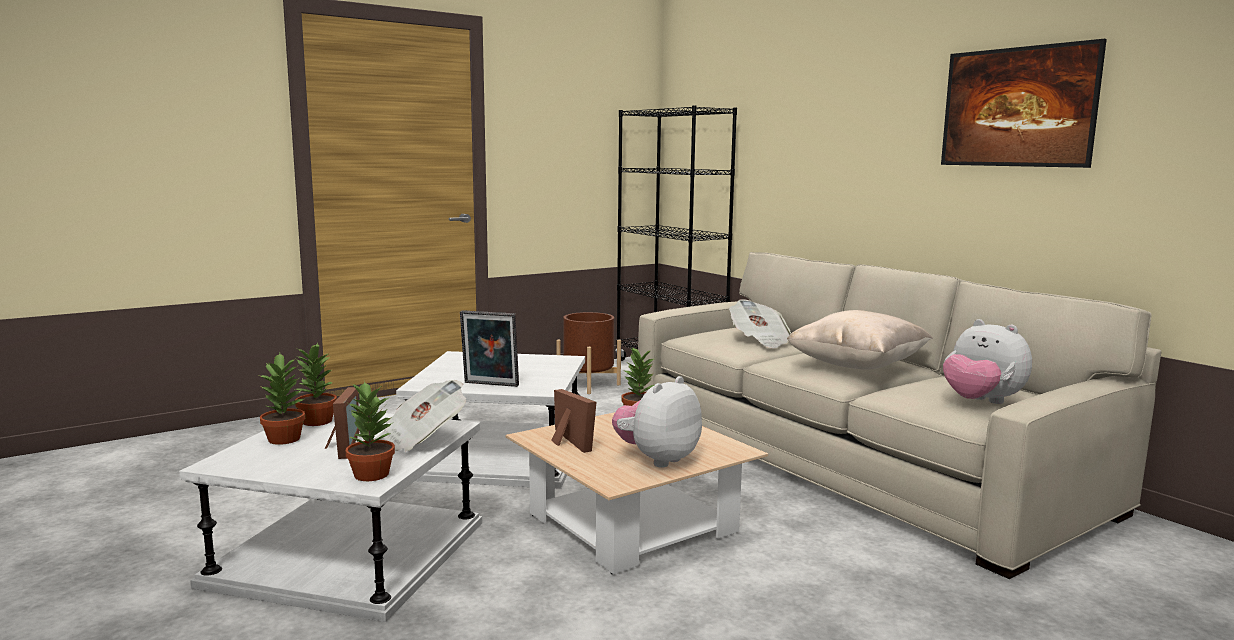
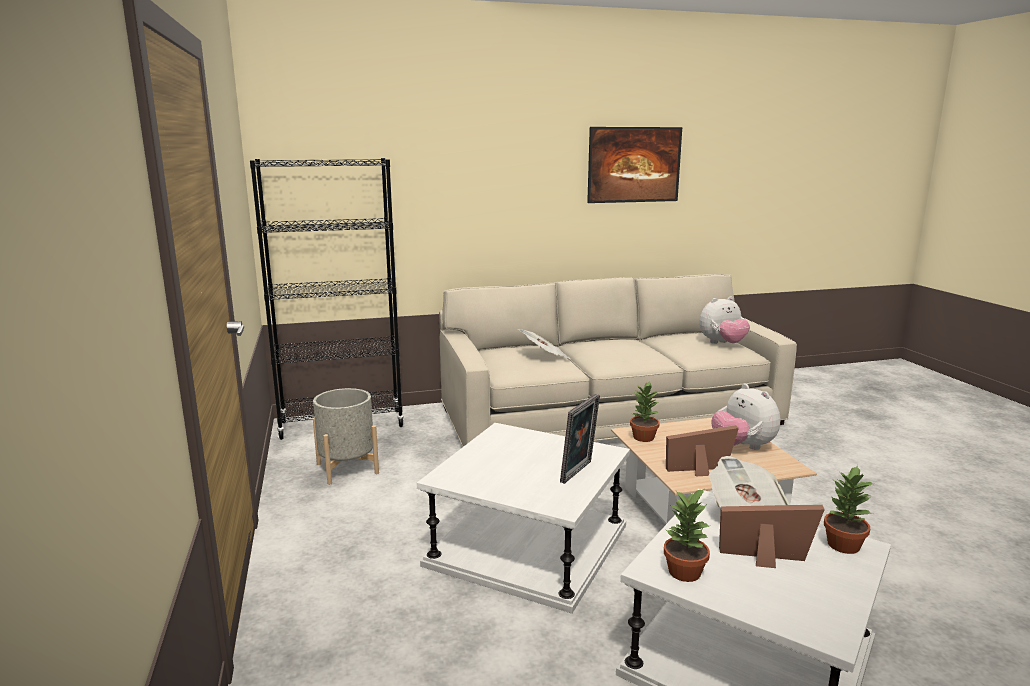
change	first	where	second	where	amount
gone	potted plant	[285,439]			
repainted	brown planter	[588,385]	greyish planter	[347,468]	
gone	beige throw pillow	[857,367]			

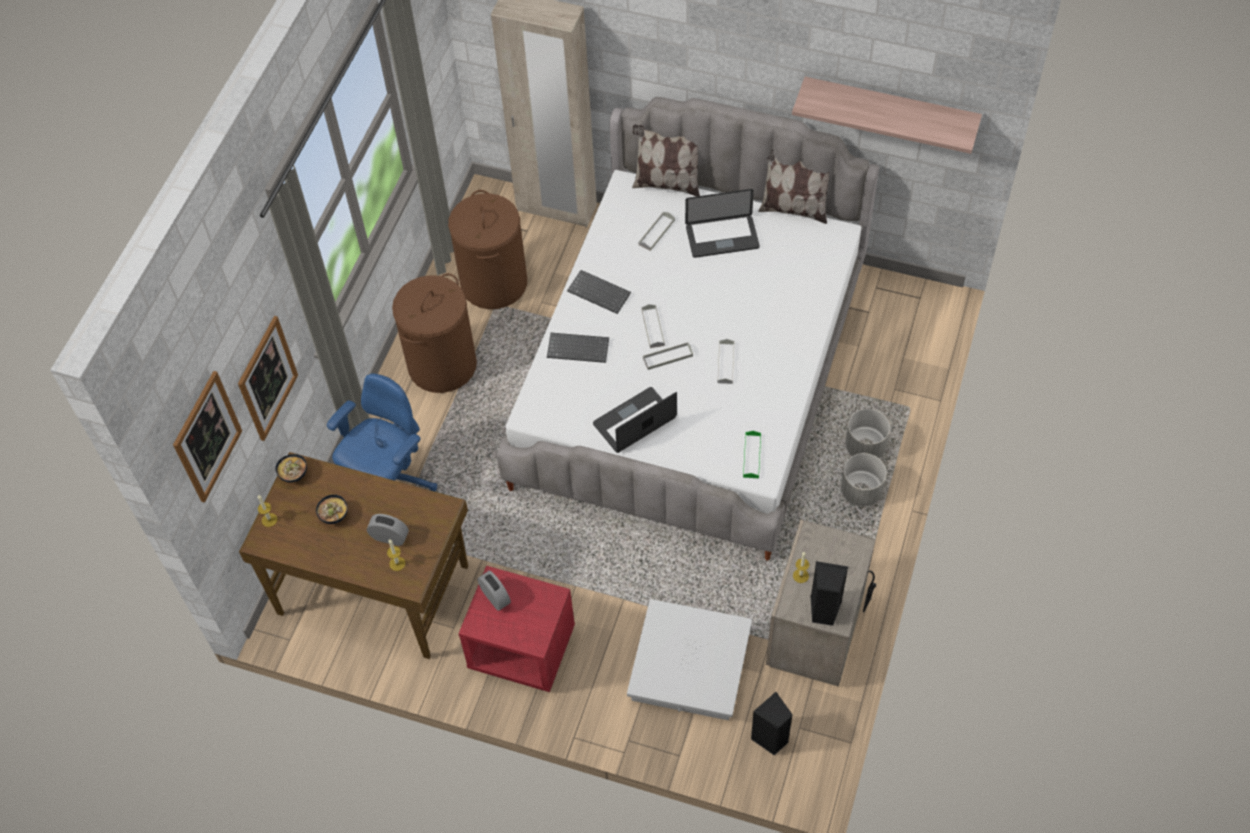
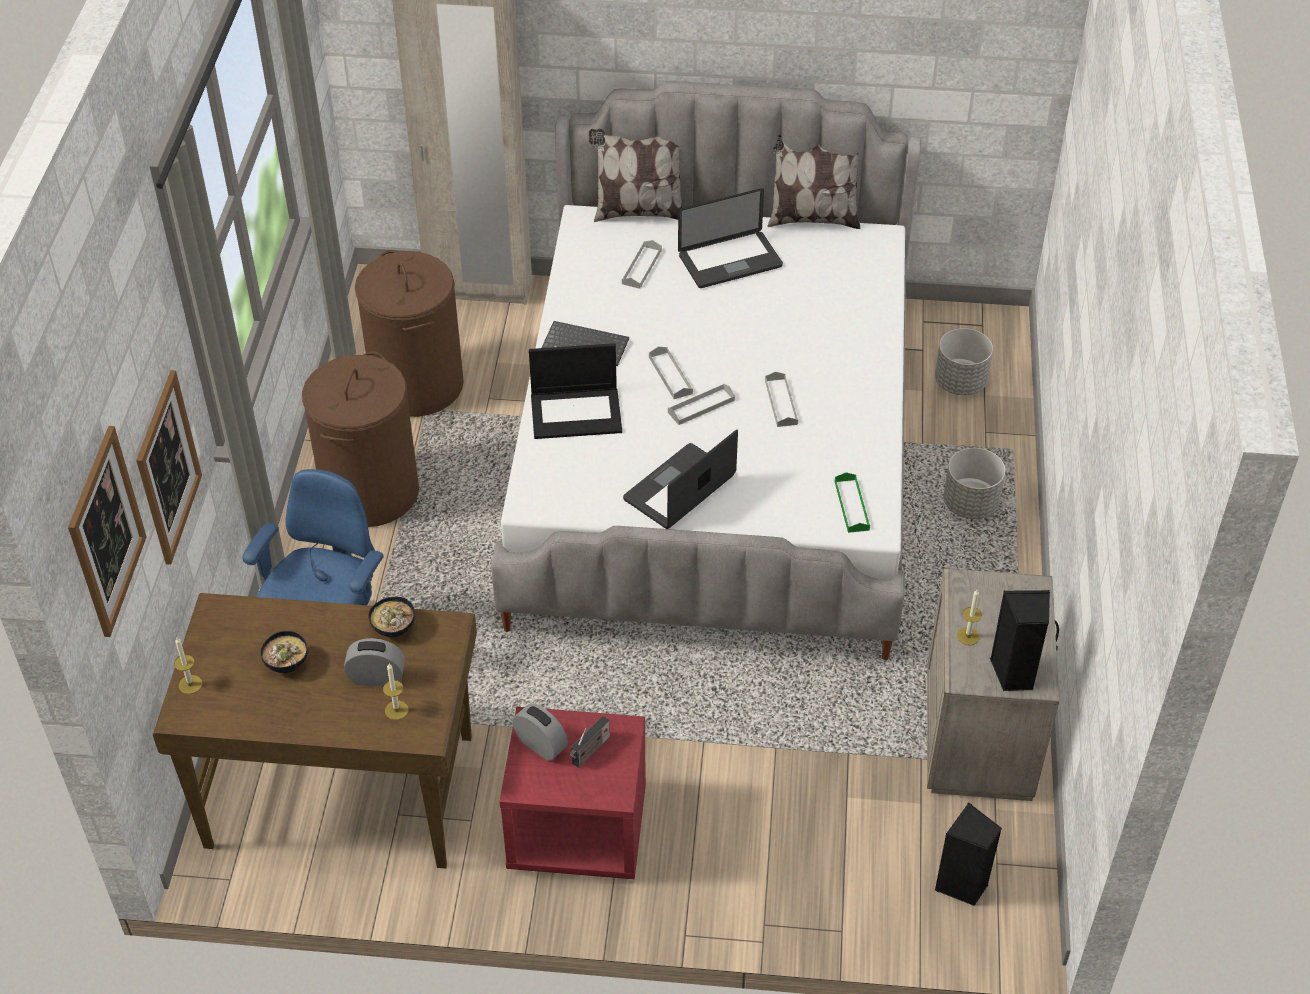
change	first	where	second	where	amount
shifted	serving bowl	[294,475]		[394,628]	
swapped	computer keyboard	[579,348]	laptop	[577,412]	
gone	white storage container	[689,665]			
gone	wall shelf	[890,109]			
shifted	greyish planter	[861,491]		[960,383]	
new			radio	[590,752]	

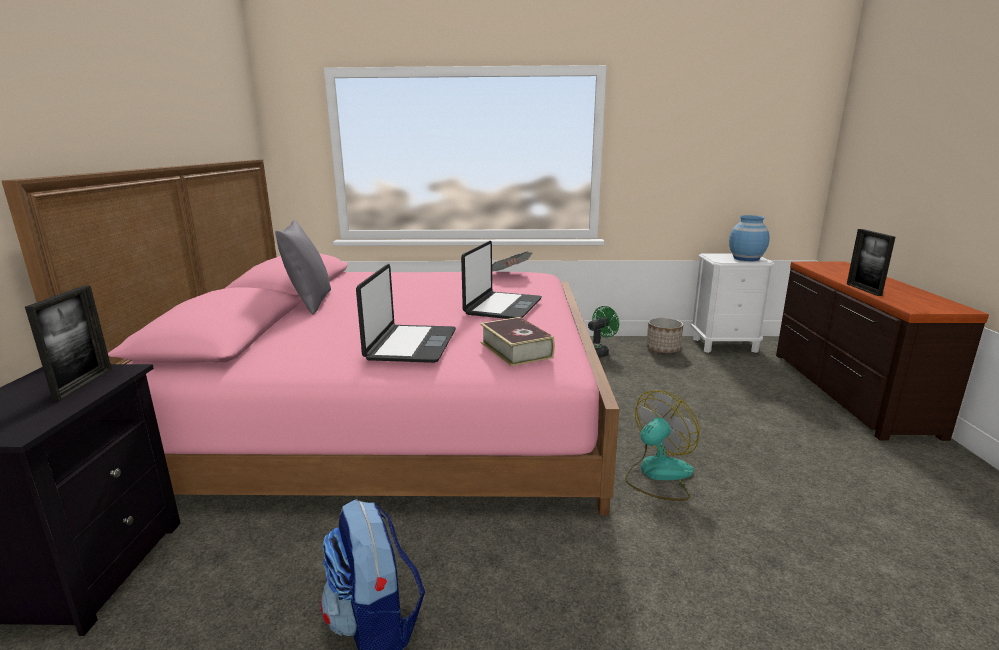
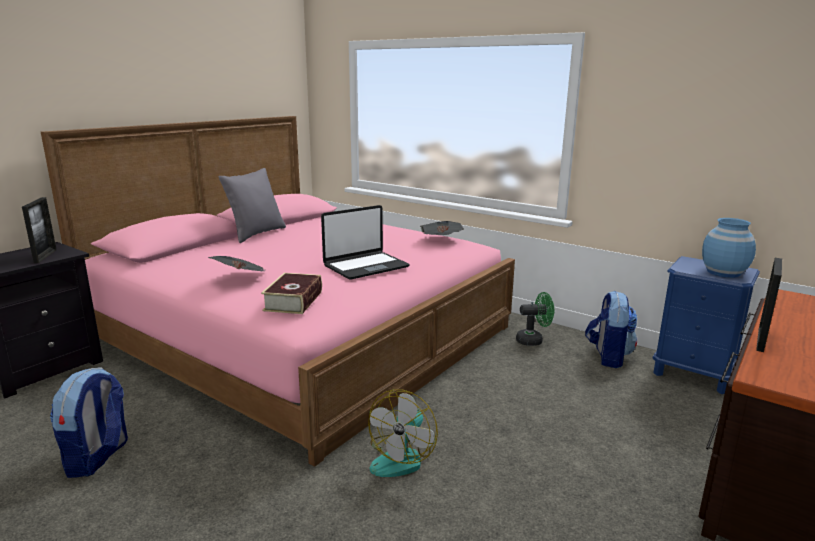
change	first	where	second	where	amount
rotated	standing frame	[84,384]		[45,256]	45 degrees counterclockwise
swapped	laptop	[410,345]	newspaper	[241,278]	
rotated	electric fan	[658,475]		[402,457]	120 degrees clockwise
swapped	planter	[662,349]	rucksack	[608,357]	
repainted	white night table	[724,345]	bluish night table	[693,374]	

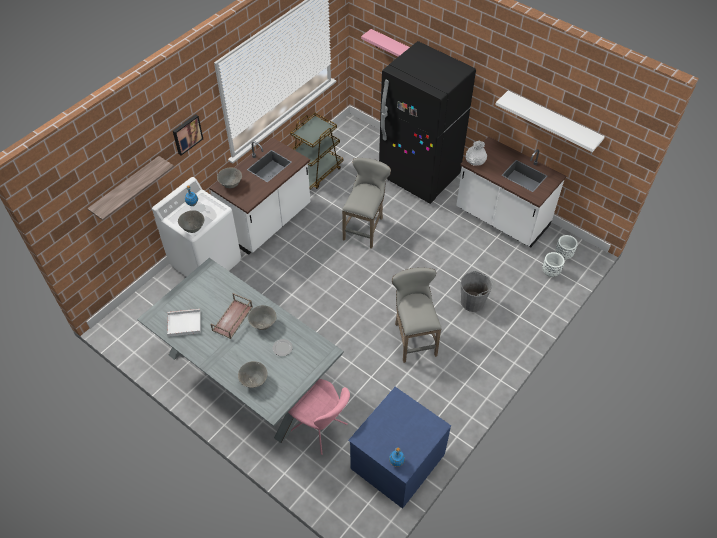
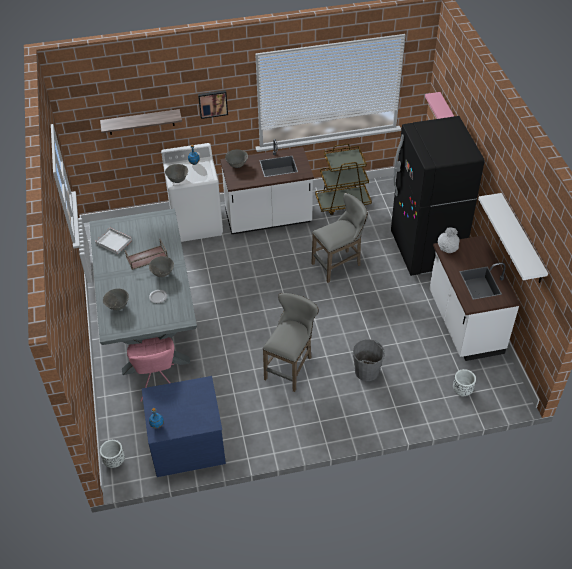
change	first	where	second	where	amount
shifted	white planter	[563,254]		[114,461]	

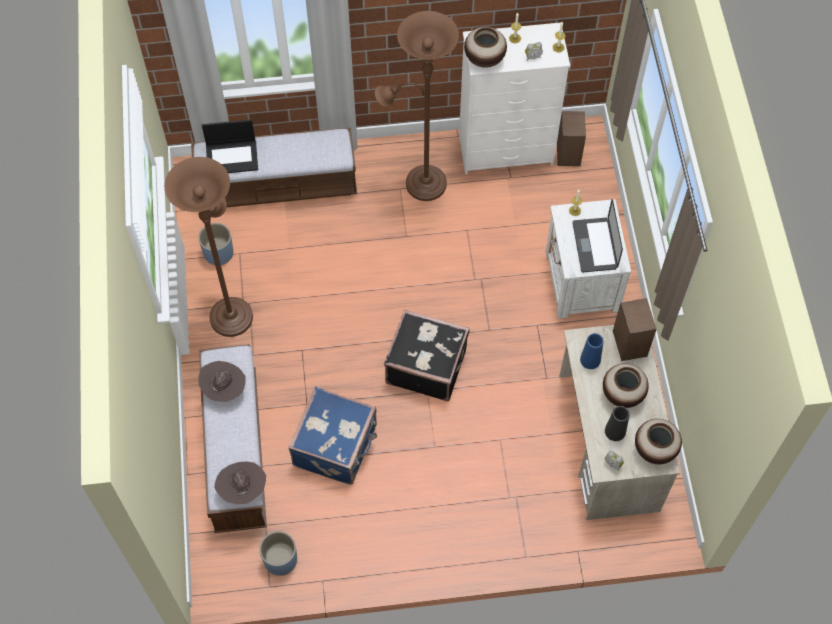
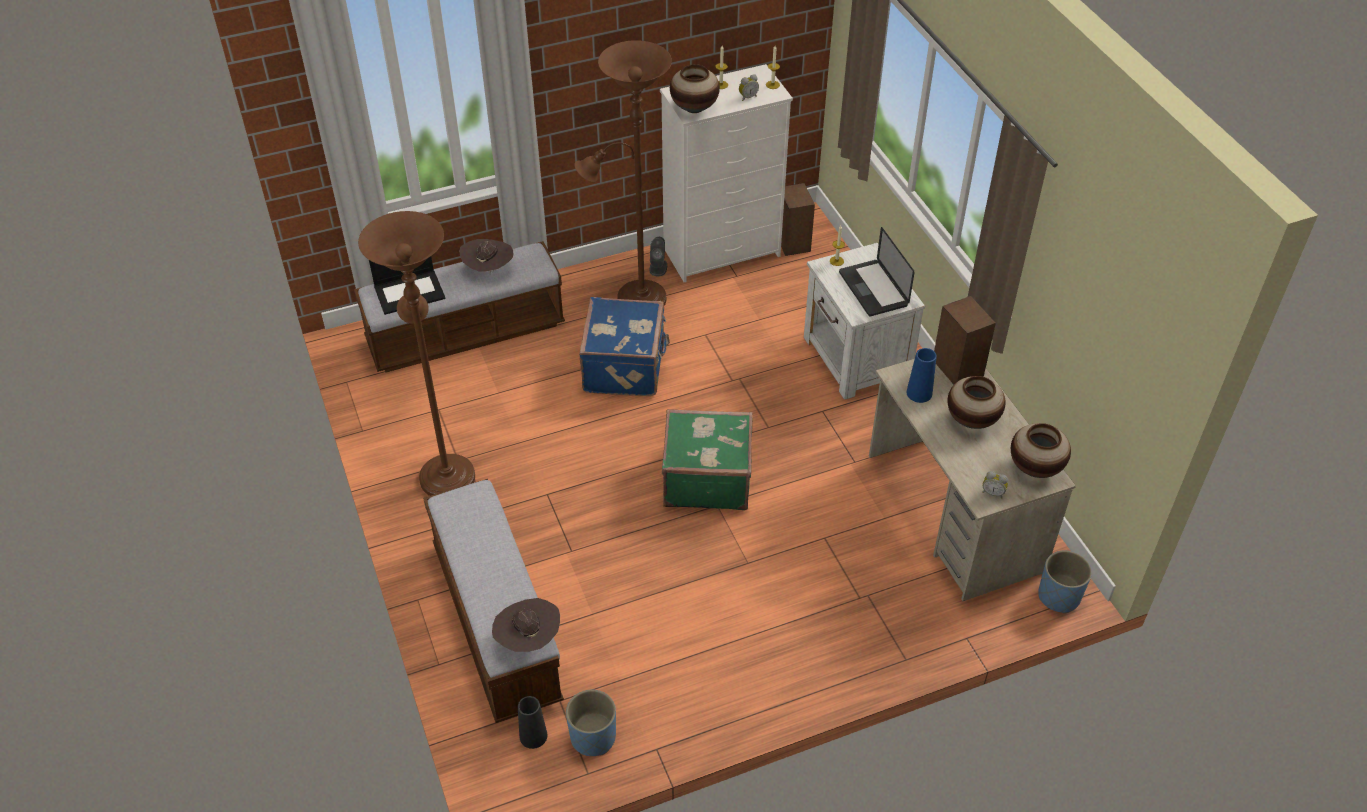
change	first	where	second	where	amount
shifted	bluish planter	[218,253]		[1058,596]	
shifted	brown wearable hat	[224,388]		[489,269]	
shifted	bluish piece of luggage	[336,446]		[626,367]	
repainted	black-coloured piece of luggage	[426,365]	green-coloured piece of luggage	[706,478]	
shifted	black-coloured decorative vase	[615,431]		[533,736]	
new			greyish speaker	[658,267]	

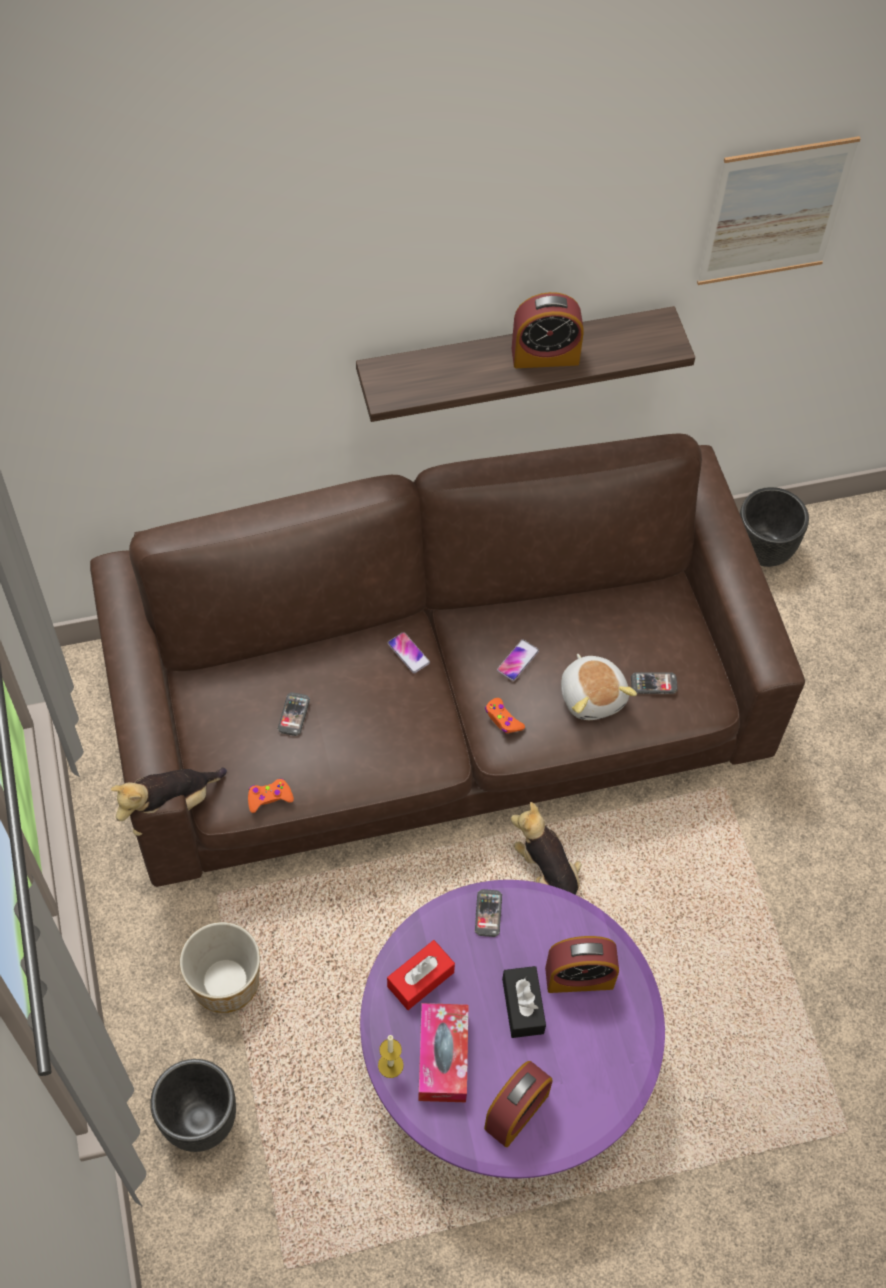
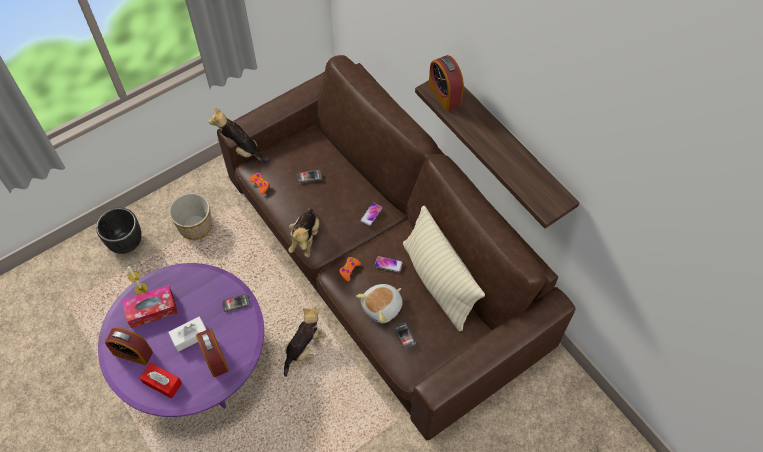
change	first	where	second	where	amount
shifted	red-coloured box of tissues	[420,979]		[162,383]	
repainted	black-coloured box of tissues	[523,1006]	white box of tissues	[190,337]	
shifted	alarm clock	[545,355]		[444,94]	
gone	picture	[775,212]			
gone	black-coloured planter	[763,549]			
new			soft toy	[305,238]	
new			beige throw pillow	[438,282]	

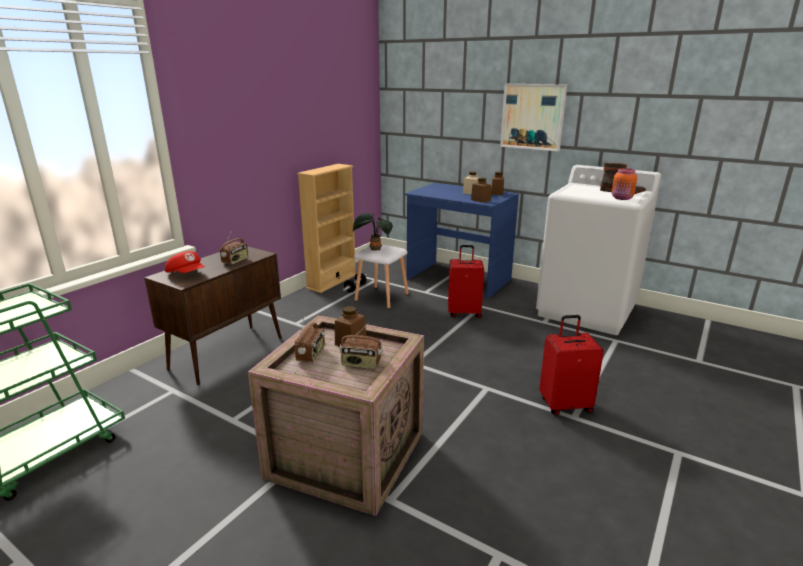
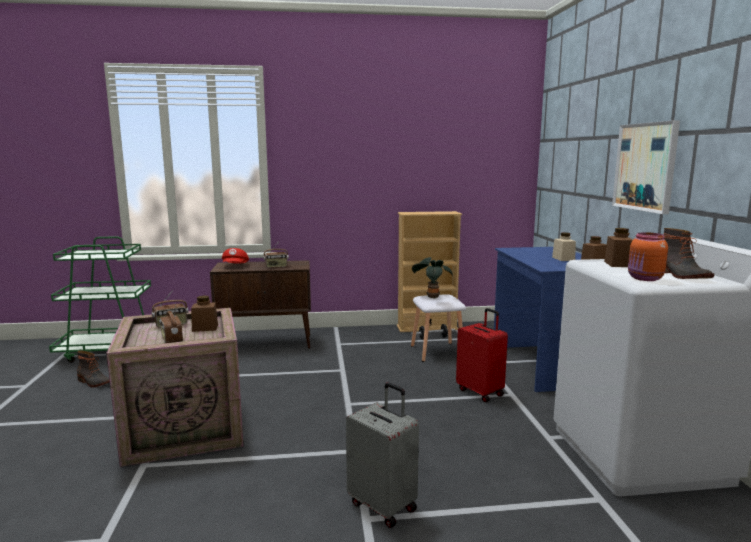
change	first	where	second	where	amount
shifted	brown preserve jar	[480,200]		[618,264]	
repainted	red-coloured piece of luggage	[565,405]	greyish piece of luggage	[383,505]	
new			boot	[93,382]	

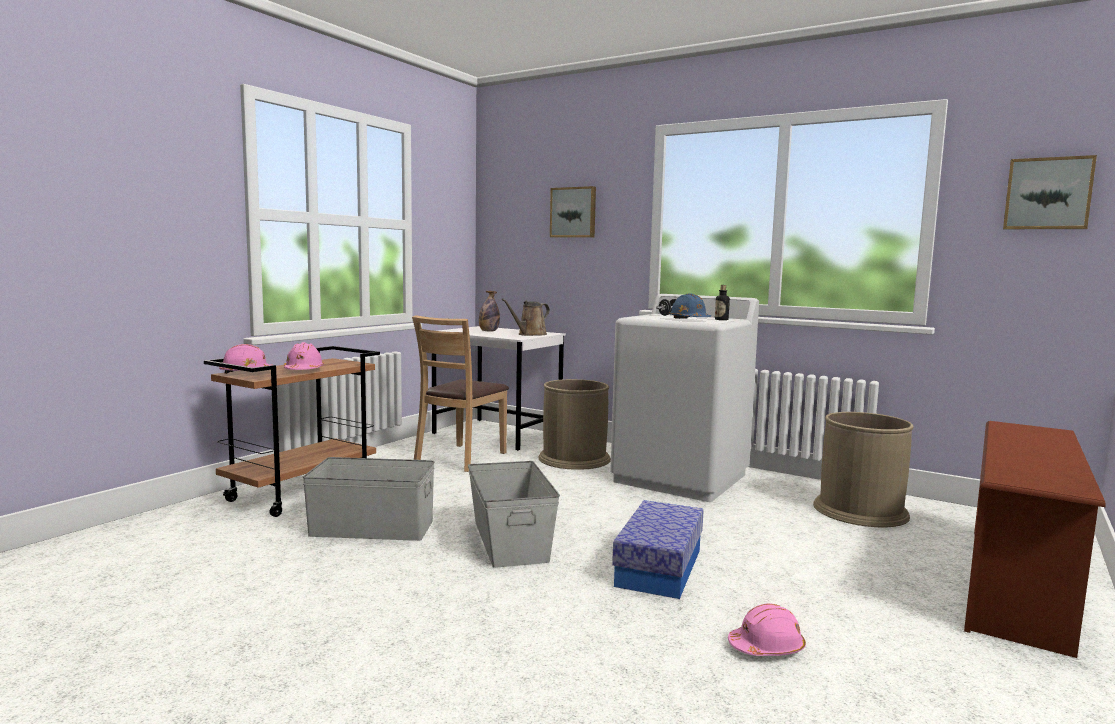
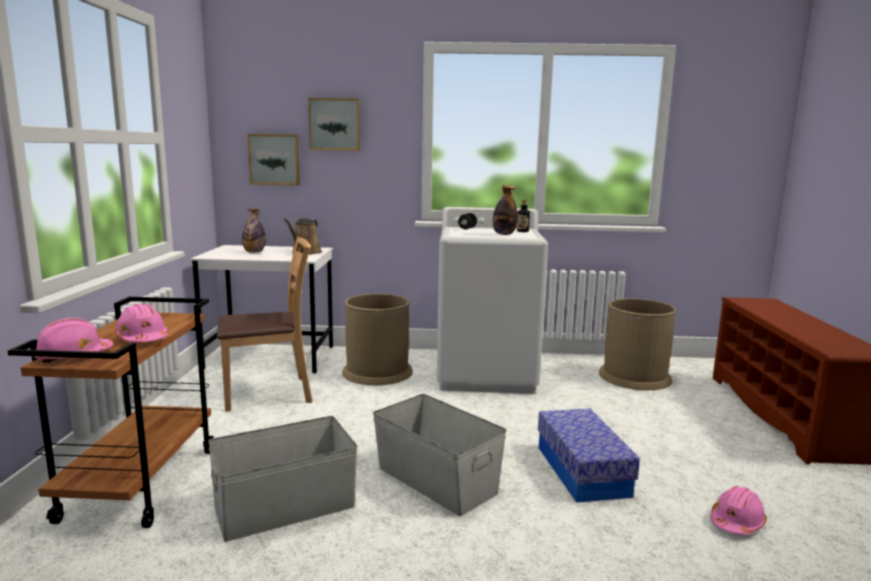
change	first	where	second	where	amount
rotated	brown upright chair	[461,458]		[269,393]	105 degrees counterclockwise
swapped	bluish work helmet	[689,320]	drink bottle	[504,234]	
shifted	picture	[1047,194]		[274,159]	

